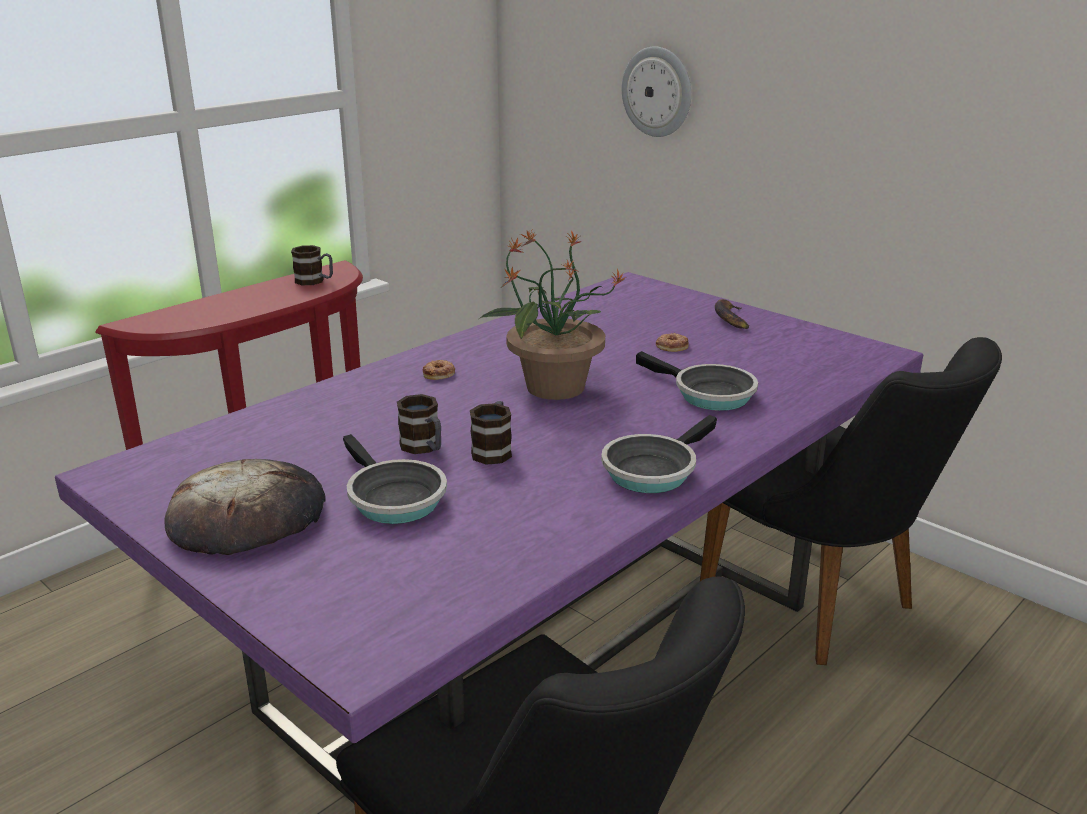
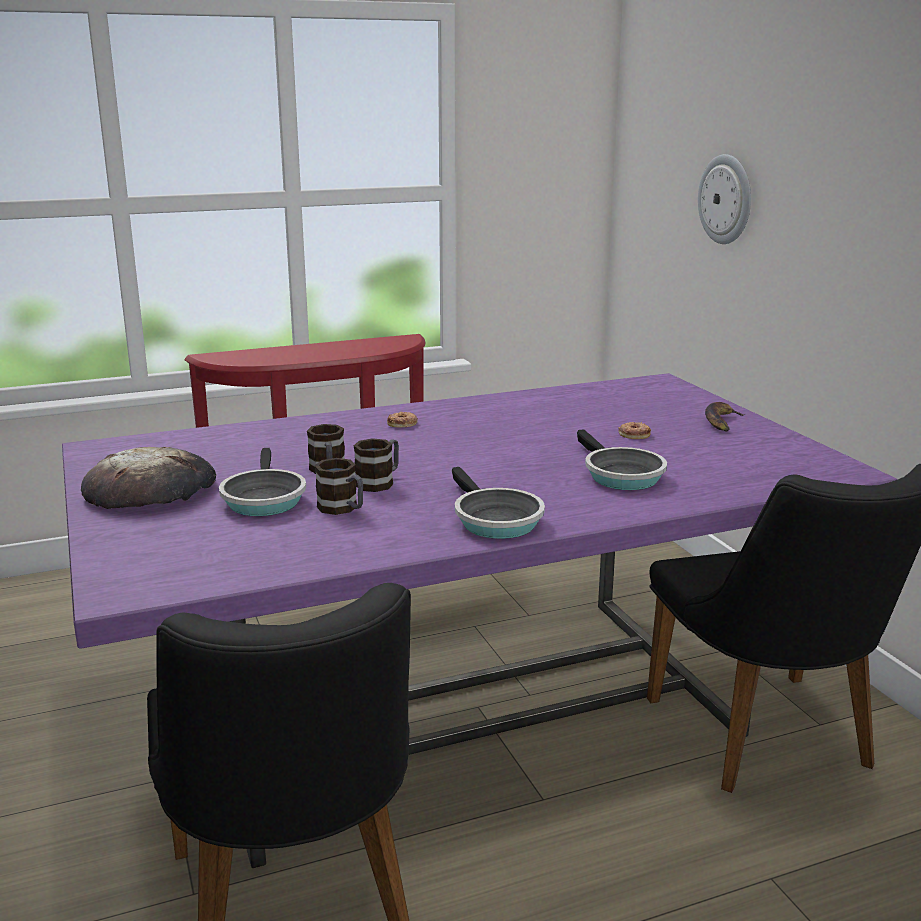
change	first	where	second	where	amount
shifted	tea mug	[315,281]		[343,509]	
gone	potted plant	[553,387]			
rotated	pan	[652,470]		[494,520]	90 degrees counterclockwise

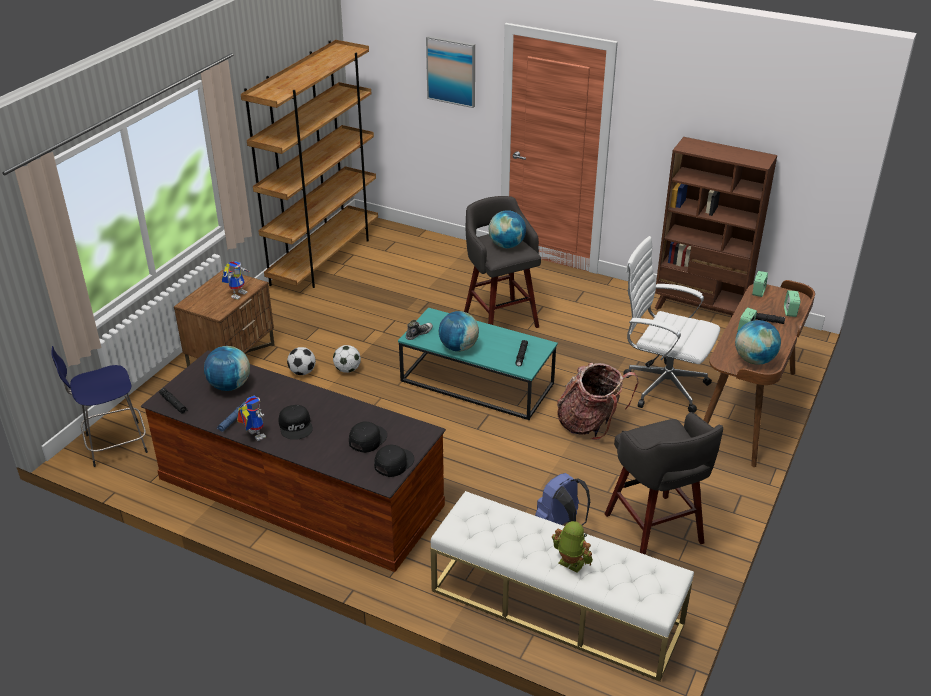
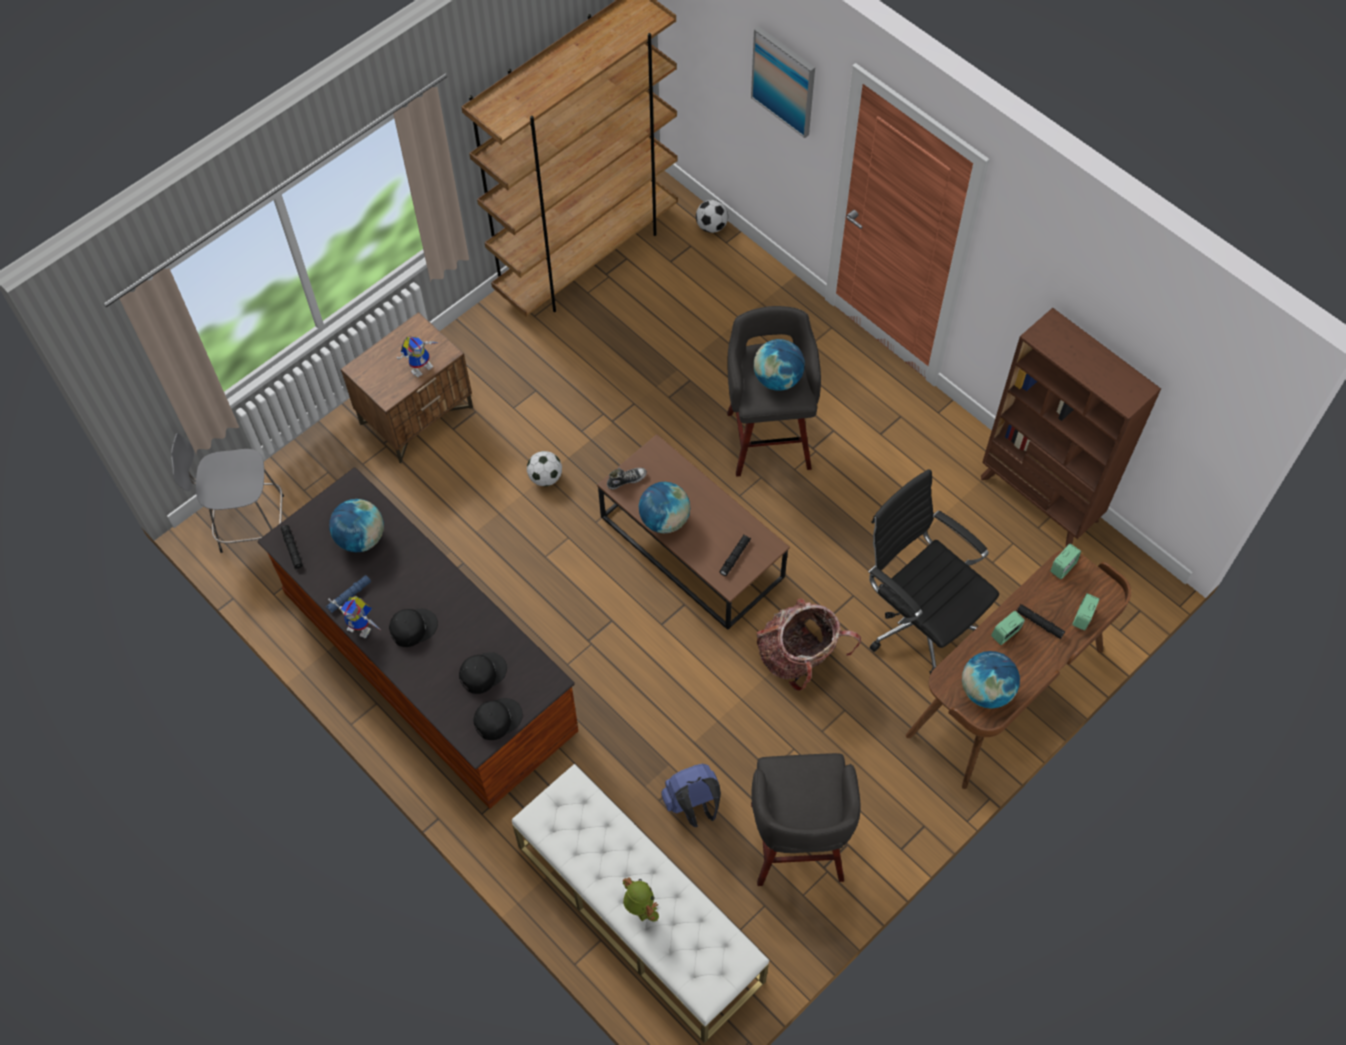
change	first	where	second	where	amount
repainted	bluish sitting stool	[113,444]	greyish sitting stool	[249,523]	
rotated	toy robot	[253,435]		[362,627]	135 degrees clockwise
rotated	black-coloured cap	[296,426]		[413,627]	120 degrees counterclockwise
shifted	ball for football	[302,372]		[711,226]	
repainted	turquoise-coloured lounge table	[477,383]	brown lounge table	[692,547]	
repainted	white computer chair	[661,386]	black-coloured computer chair	[917,622]	

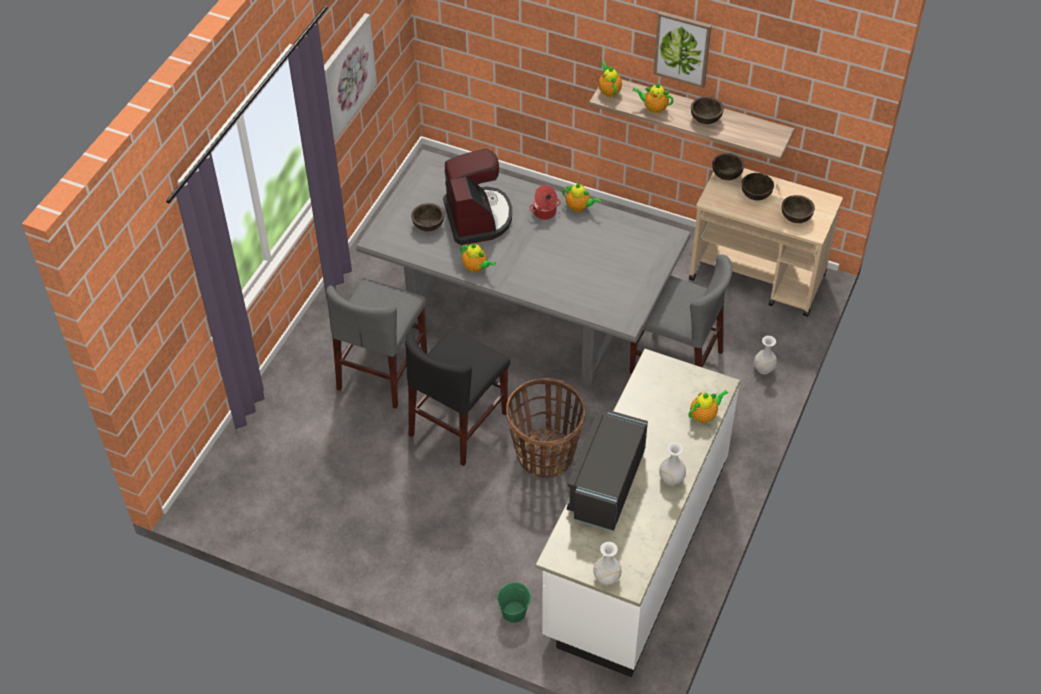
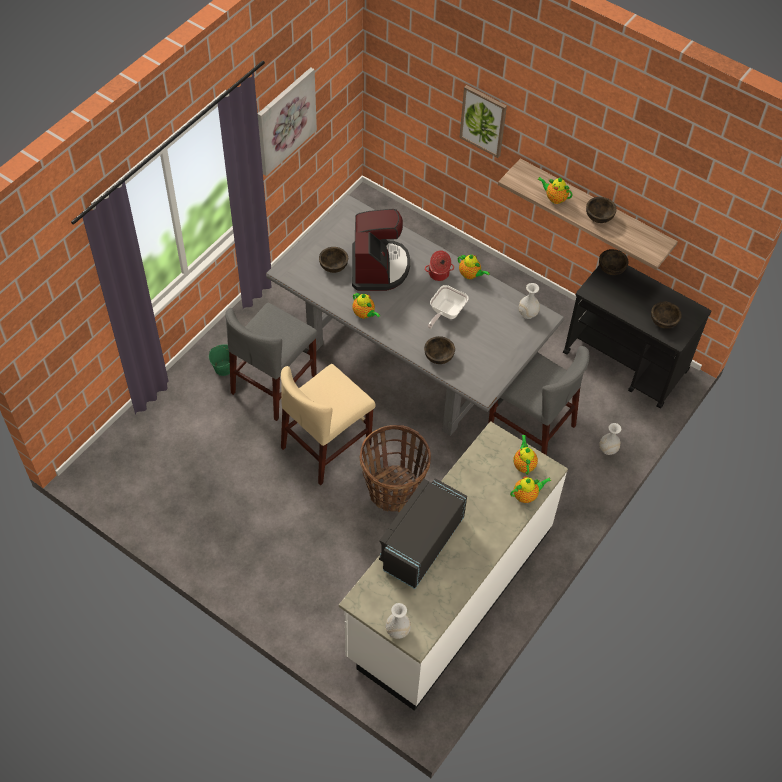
change	first	where	second	where	amount
repainted	black-coloured upright chair	[458,424]	beige upright chair	[326,446]	
shifted	green-coloured bucket	[514,613]		[223,368]	
shifted	tea pot	[609,91]		[524,464]	
shifted	picture	[682,48]		[483,120]	
shifted	white decorative vase	[671,478]		[527,313]	
repainted	beige trolley	[758,277]	black-coloured trolley	[626,362]	
shifted	brown serving bowl	[756,194]		[439,357]	
new			pan	[445,313]	

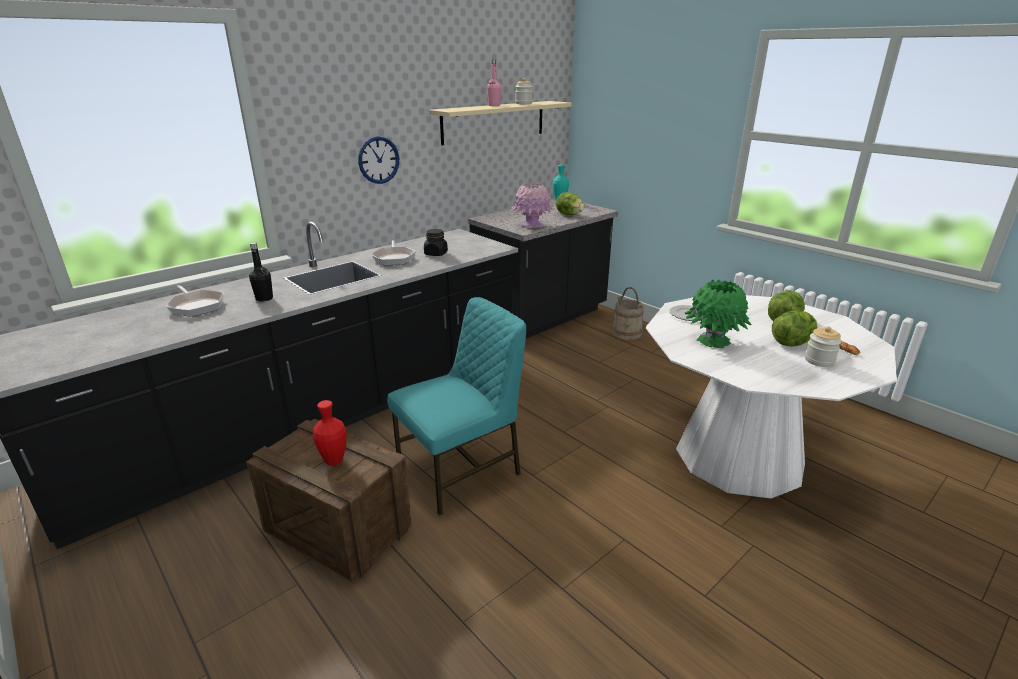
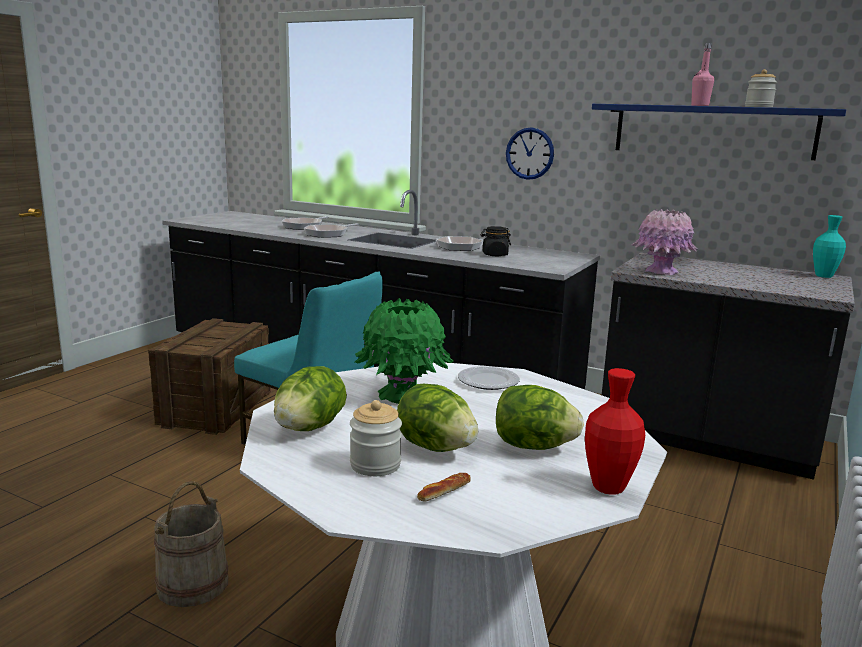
change	first	where	second	where	amount
swapped	black-coloured drink bottle	[264,298]	pan	[328,234]	
shifted	red-coloured decorative vase	[334,461]		[608,488]	
repainted	beige wall shelf	[494,122]	bluish wall shelf	[712,131]	
shifted	head of lettuce	[569,214]		[309,428]	
shifted	beige bucket	[627,333]		[193,584]	

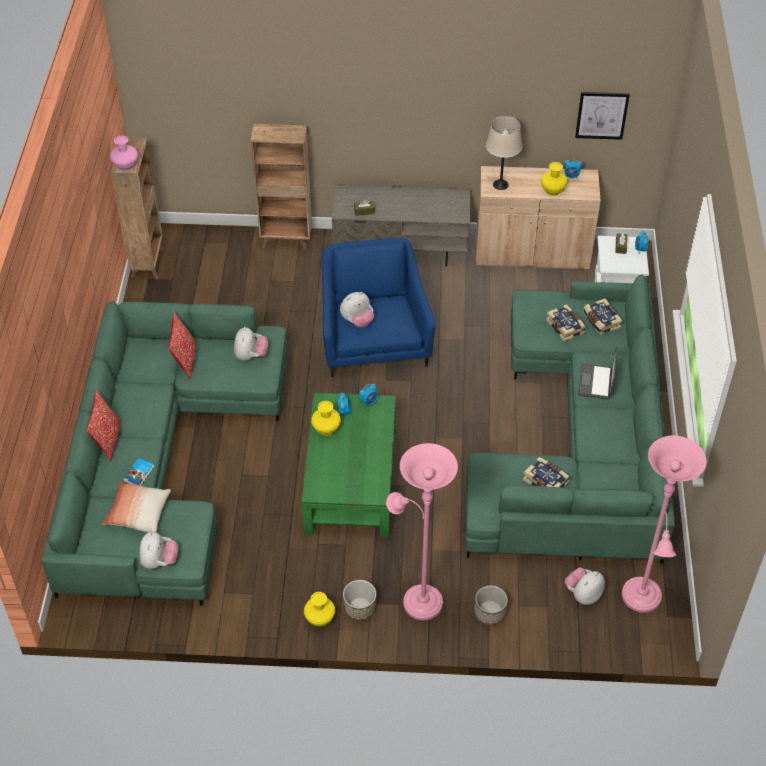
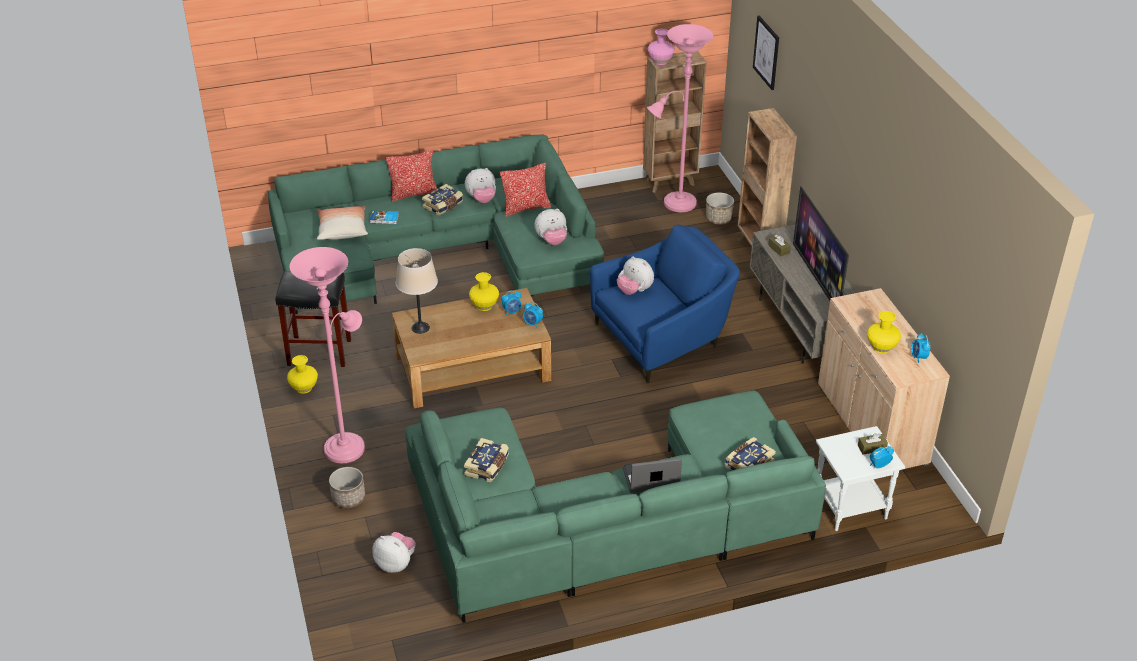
change	first	where	second	where	amount
shifted	soft toy	[159,561]		[481,199]	
repainted	green-coloured lounge table	[351,479]	brown lounge table	[473,367]	
shifted	planter	[360,608]		[718,219]	
shifted	beige tabletop lamp	[500,184]		[420,328]	
shifted	bound book	[565,327]		[443,205]	
shifted	picture	[601,115]		[766,52]	
shifted	pink standard lamp	[642,600]		[675,204]	
new			black-coloured sitting stool	[320,352]	
new			TV	[817,278]	

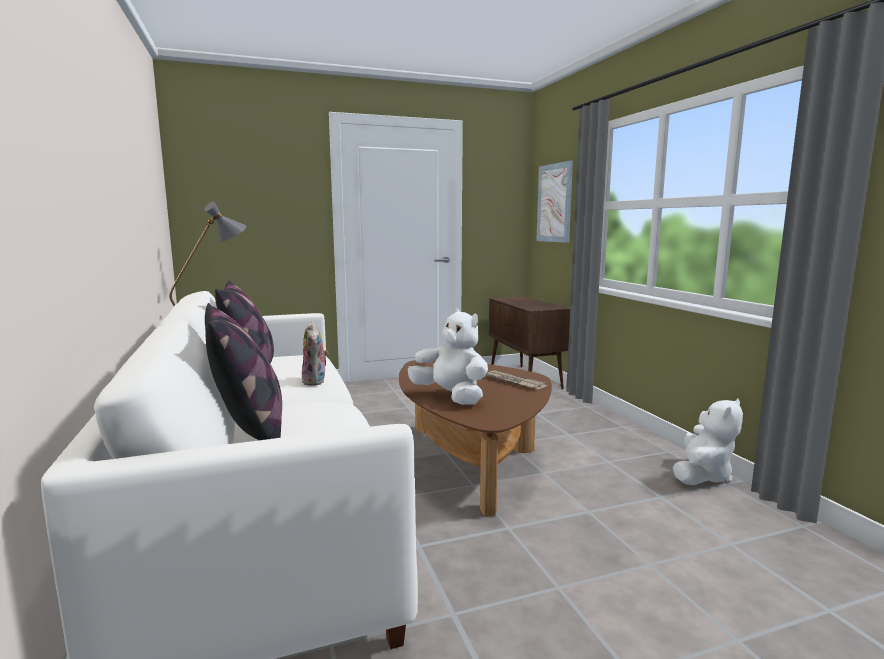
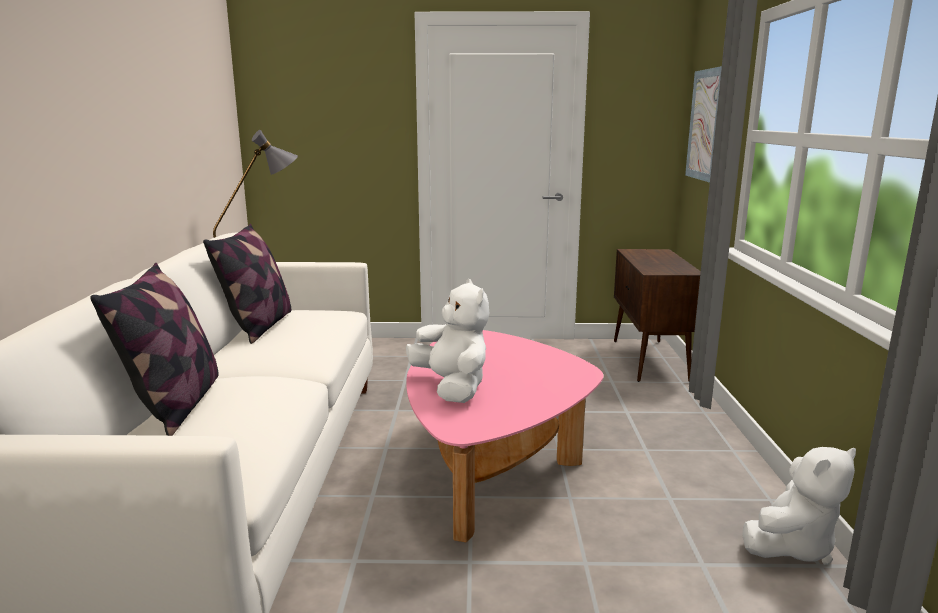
change	first	where	second	where	amount
gone	soft toy	[316,381]			
repainted	brown lounge table	[470,460]	pink lounge table	[493,464]	
gone	newspaper	[514,382]			

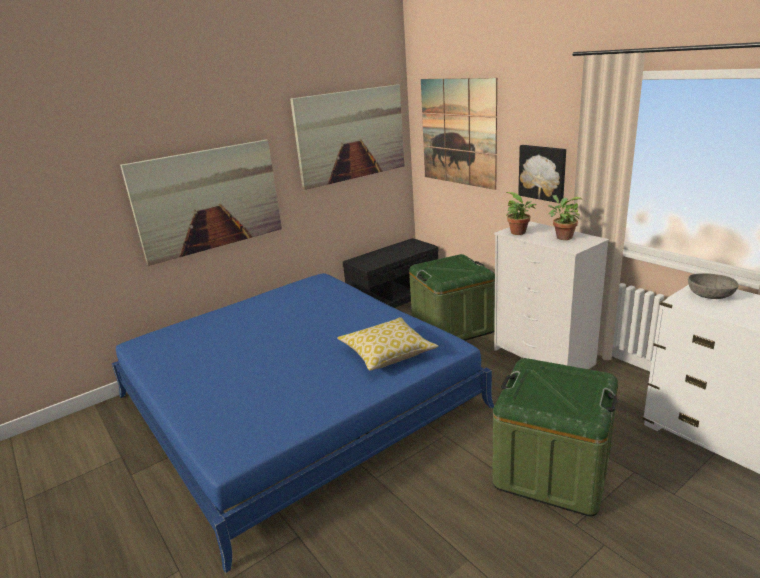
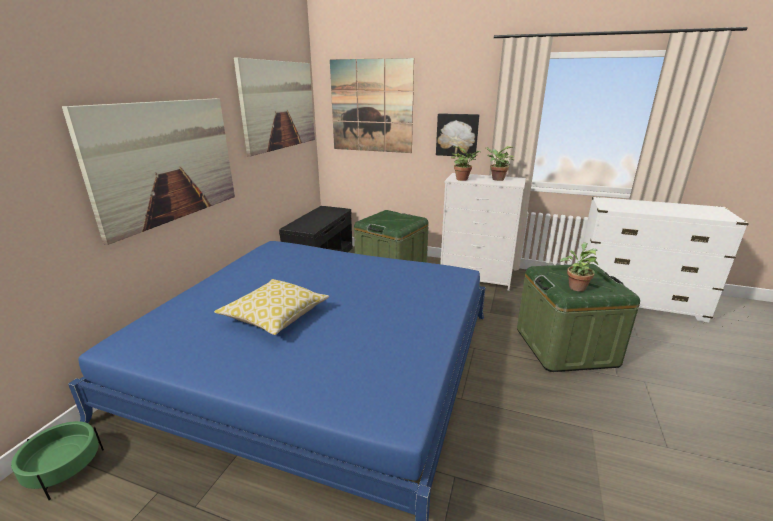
change	first	where	second	where	amount
shifted	throw pillow	[387,354]		[275,316]	
gone	greyish serving bowl	[710,295]			
new			green-coloured planter	[64,469]	
new			potted plant	[576,286]	

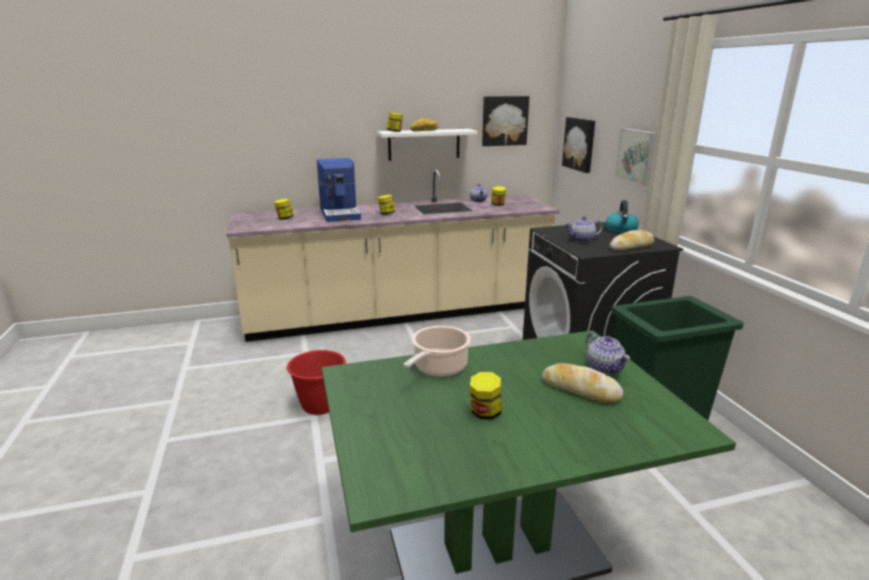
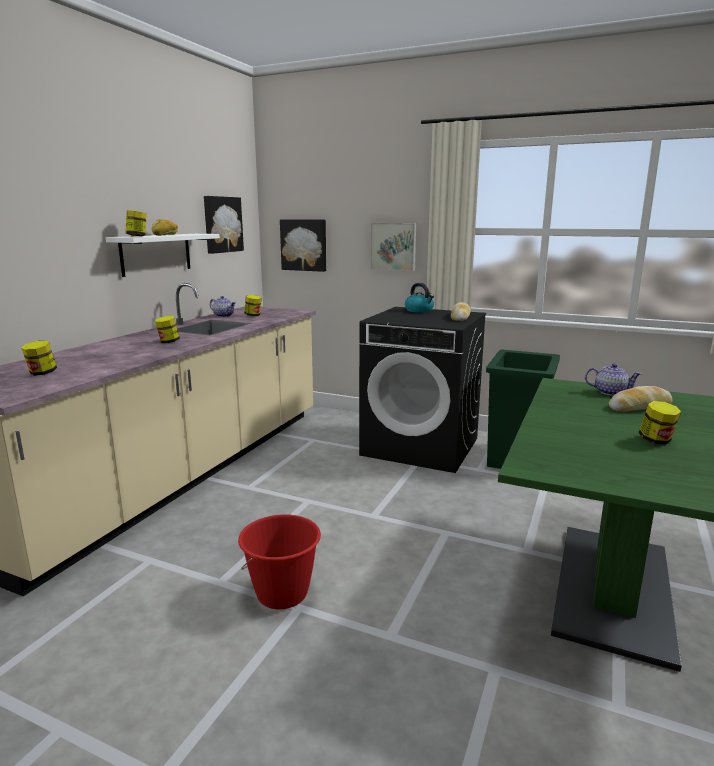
change	first	where	second	where	amount
gone	coffee maker	[340,213]			
gone	stockpot	[438,368]			
gone	tea pot	[582,240]			

